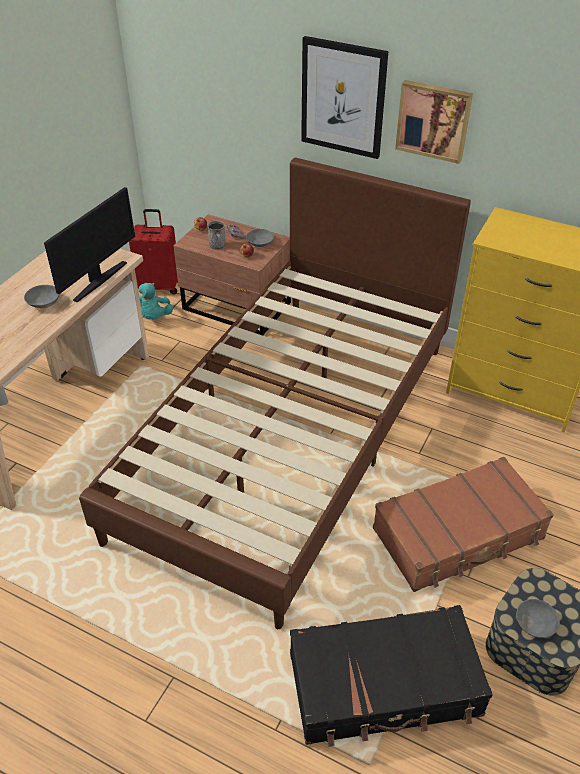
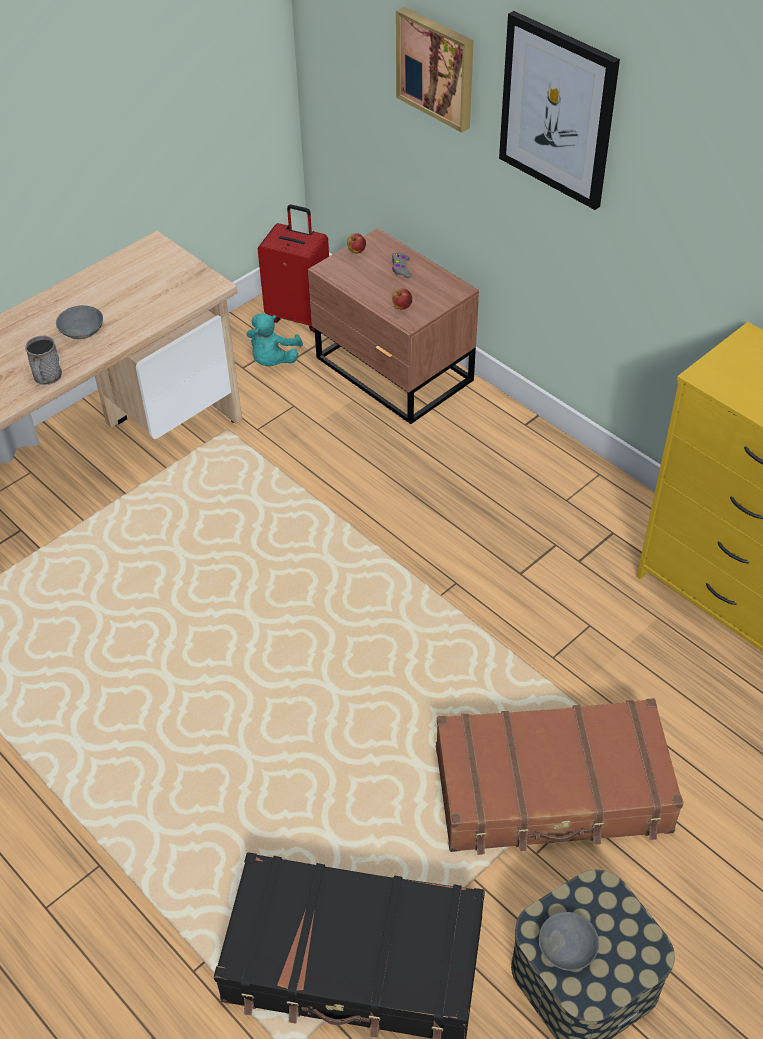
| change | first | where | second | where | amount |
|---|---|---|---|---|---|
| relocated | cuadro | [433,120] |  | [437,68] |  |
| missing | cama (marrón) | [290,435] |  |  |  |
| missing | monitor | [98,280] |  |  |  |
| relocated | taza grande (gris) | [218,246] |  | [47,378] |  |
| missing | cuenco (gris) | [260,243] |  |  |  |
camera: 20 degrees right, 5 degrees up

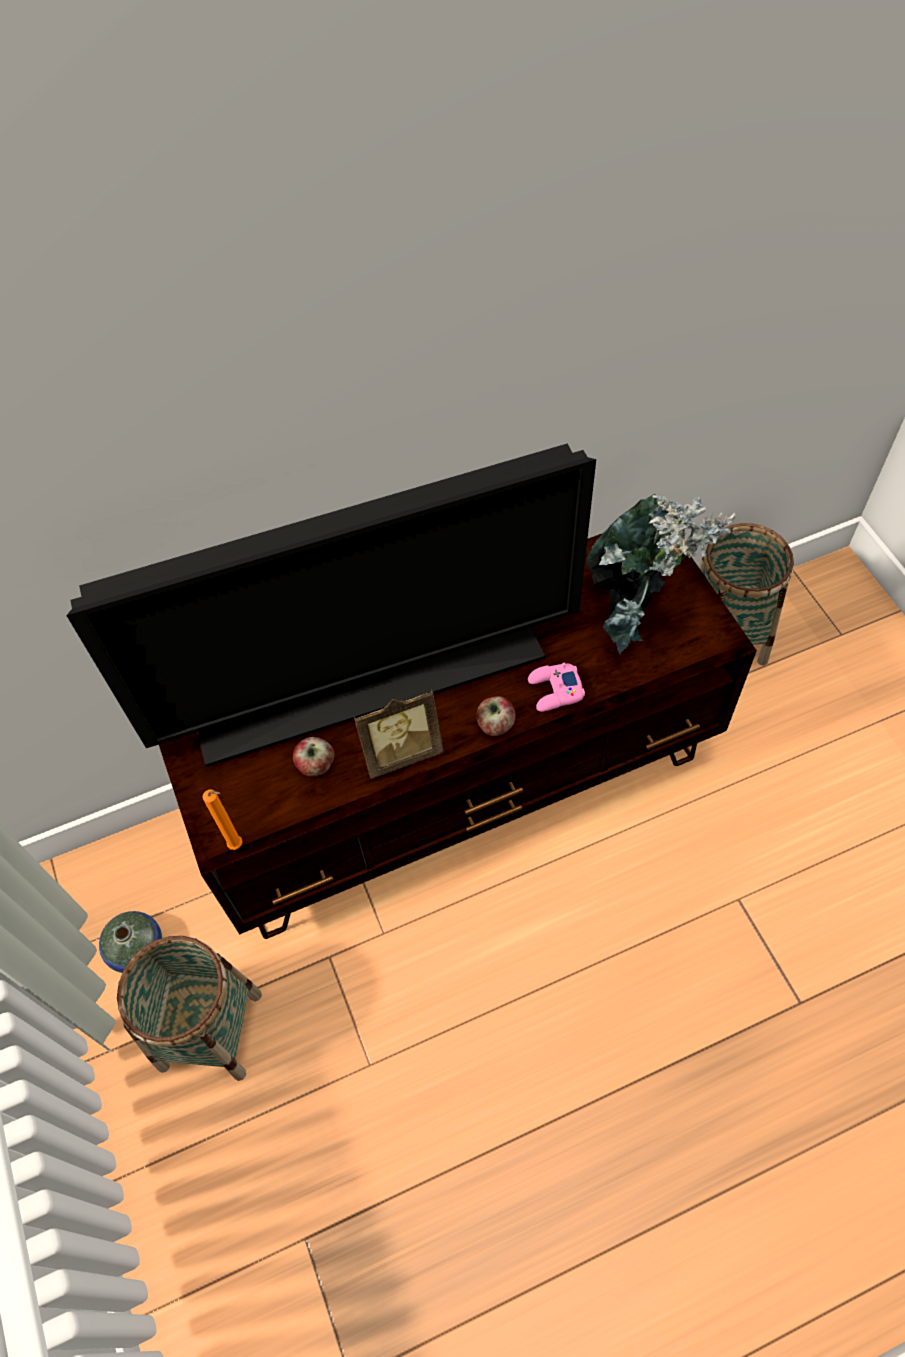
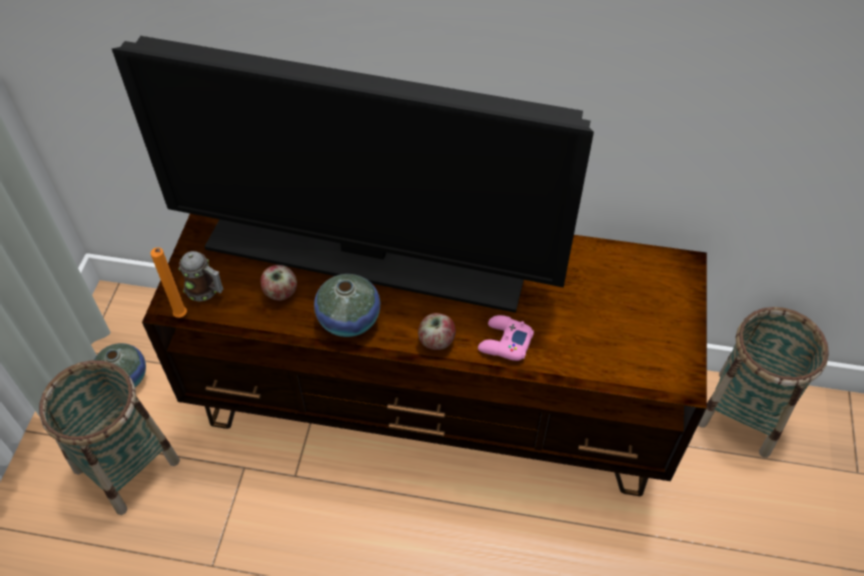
| change | first | where | second | where | amount |
|---|---|---|---|---|---|
| missing | planta en maceta | [634,612] |  |  |  |
| exchanged | portarretratos | [401,752] | florero | [349,319] |  |
| appeared |  |  | taza grande | [206,290] |  |
camera: 30 degrees right, 5 degrees down

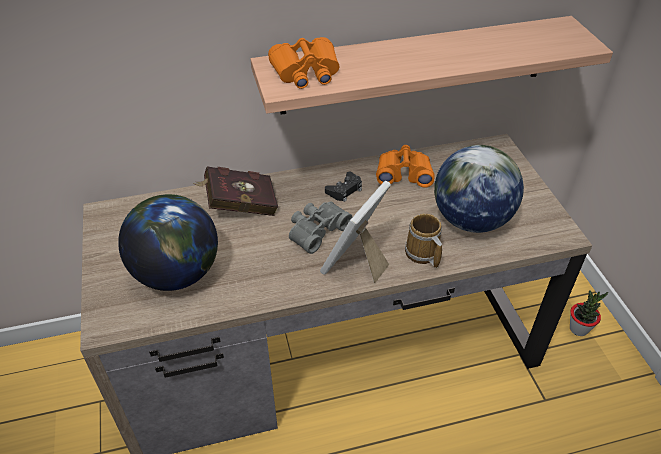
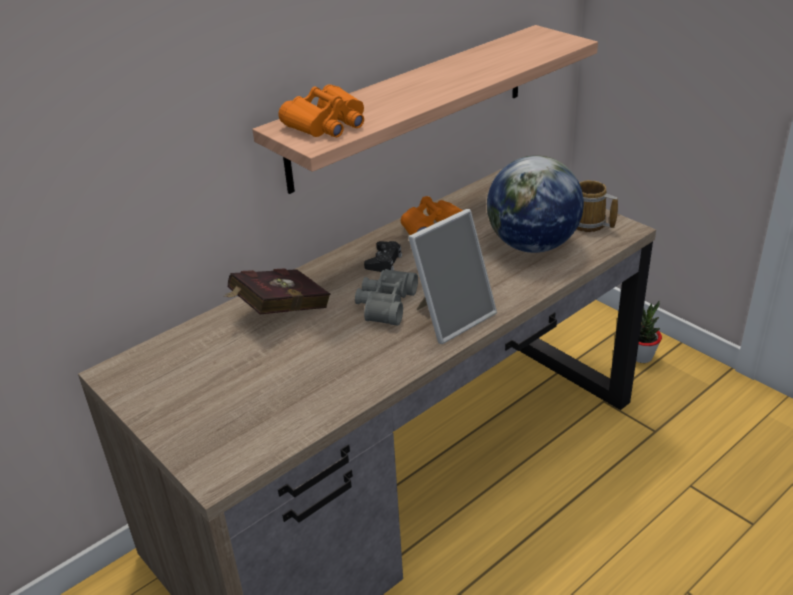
| change | first | where | second | where | amount |
|---|---|---|---|---|---|
| spun | portarretratos | [356,263] |  | [451,317] | 135 degrees counterclockwise |
| missing | globo terráqueo | [177,273] |  |  |  |
| relocated | taza grande | [422,254] |  | [589,224] |  |
camera: 25 degrees left, 10 degrees down

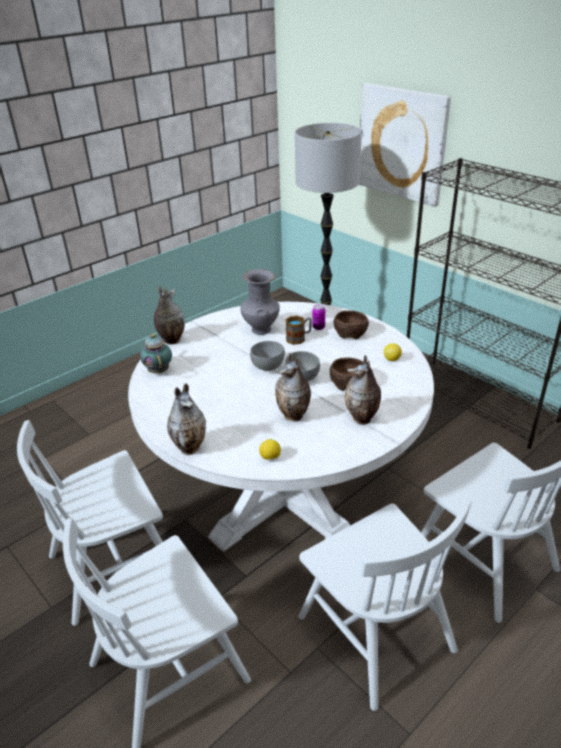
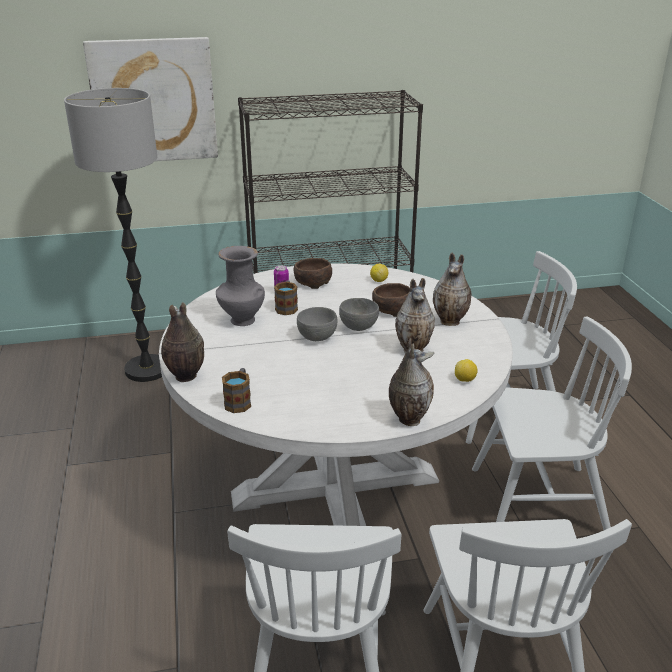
| change | first | where | second | where | amount |
|---|---|---|---|---|---|
| exchanged | tetera | [158,370] | taza grande | [239,401] |  |
camera: 60 degrees left, 5 degrees down

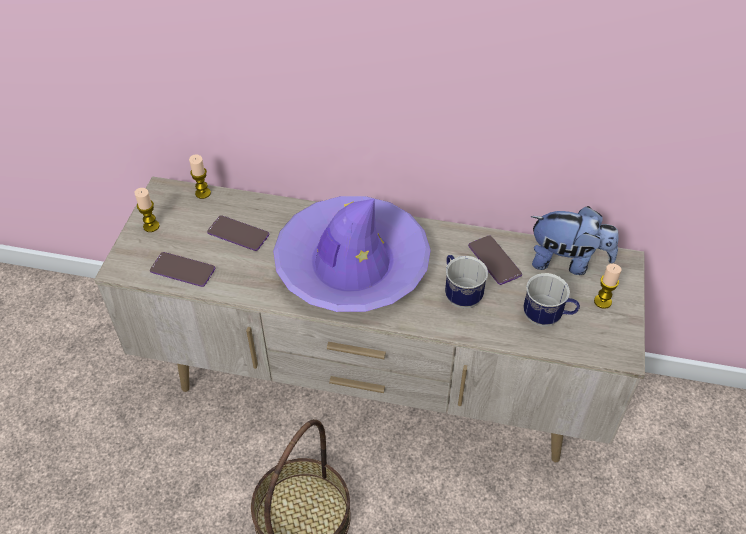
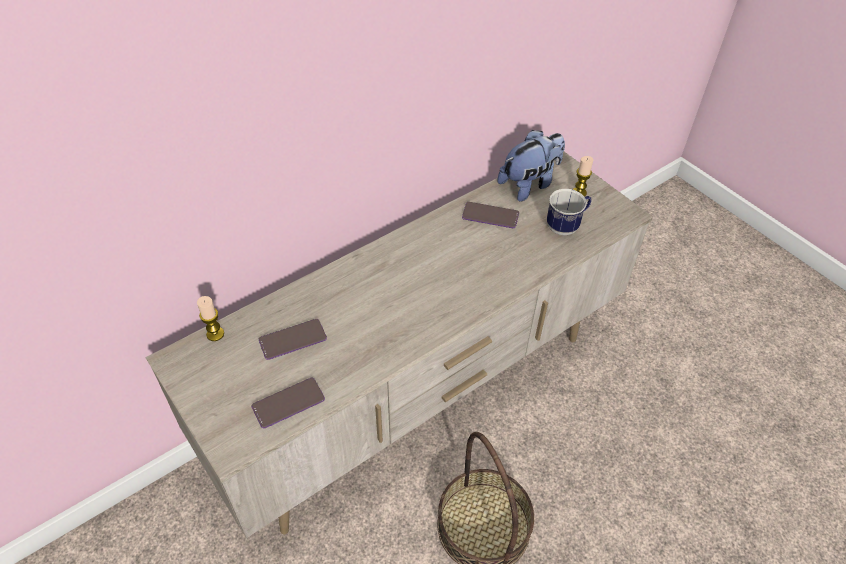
| change | first | where | second | where | amount |
|---|---|---|---|---|---|
| missing | vela | [151,226] |  |  |  |
| missing | sombrero (morado) | [352,265] |  |  |  |
| missing | taza grande | [460,294] |  |  |  |
camera: 50 degrees left, 0 degrees up

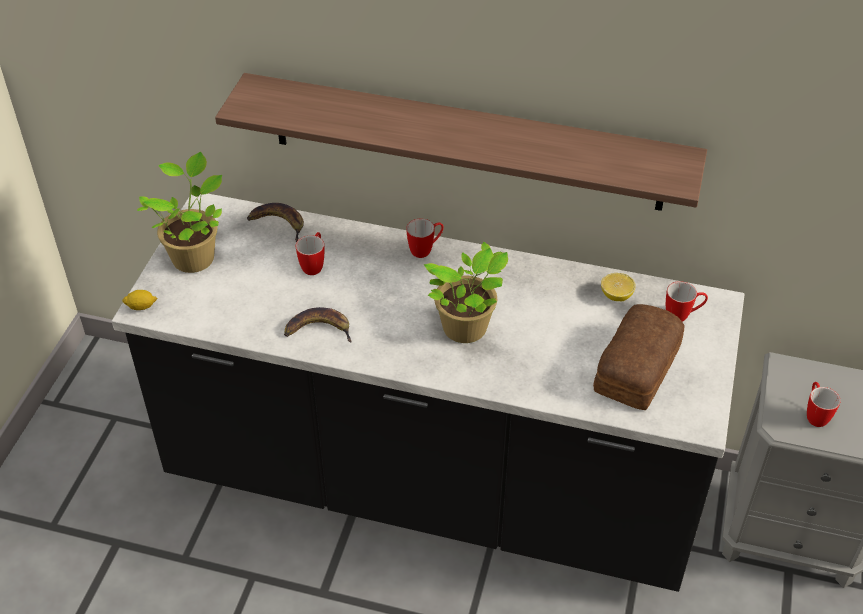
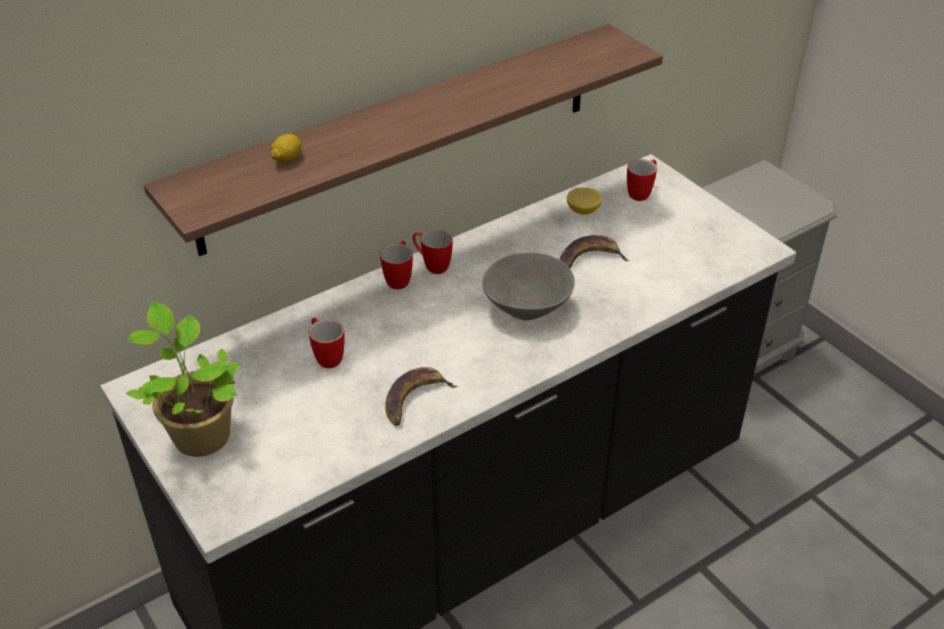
| change | first | where | second | where | amount |
|---|---|---|---|---|---|
| relocated | plátano | [279,223] |  | [588,259] |  |
| exchanged | planta en maceta | [467,330] | cuenco (gris) | [526,308] |  |
| relocated | limón | [141,306] |  | [287,159] |  |
| missing | pan | [635,368] |  |  |  |
| relocated | taza grande | [815,415] |  | [432,265] |  |
camera: 50 degrees left, 5 degrees down

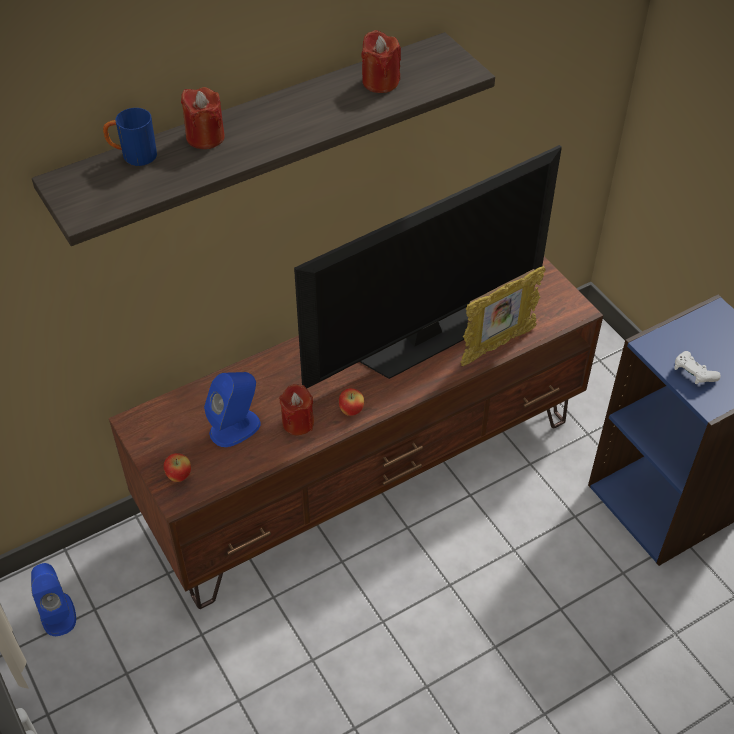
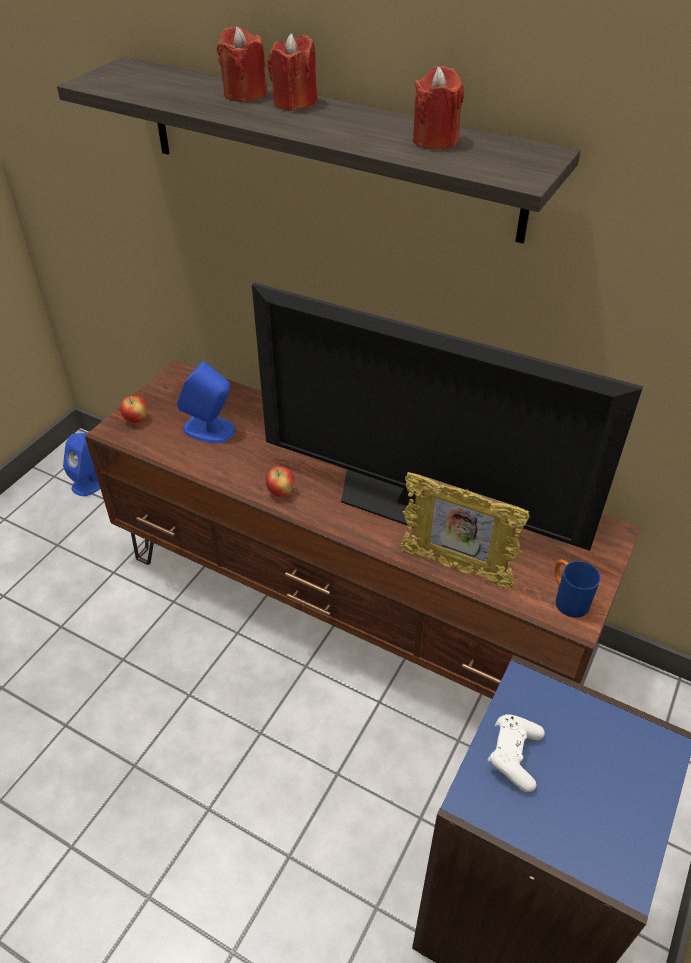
| change | first | where | second | where | amount |
|---|---|---|---|---|---|
| relocated | taza grande (azul) | [133,156] |  | [567,599] |  |
| relocated | vela (rojo) | [298,423] |  | [294,103] |  |
camera: 60 degrees right, 5 degrees down

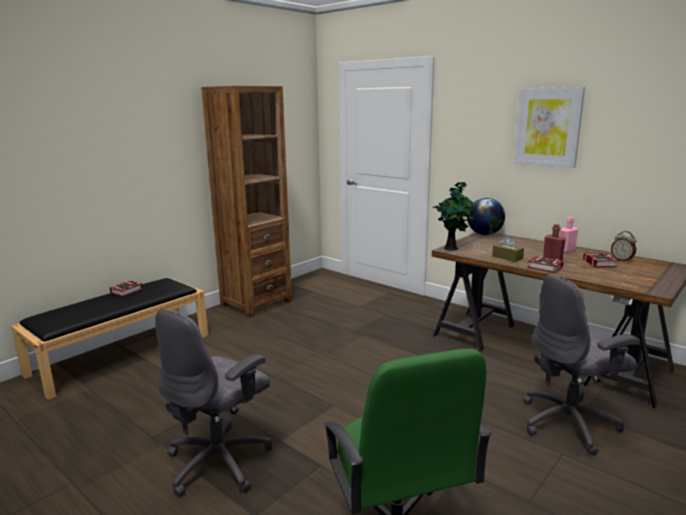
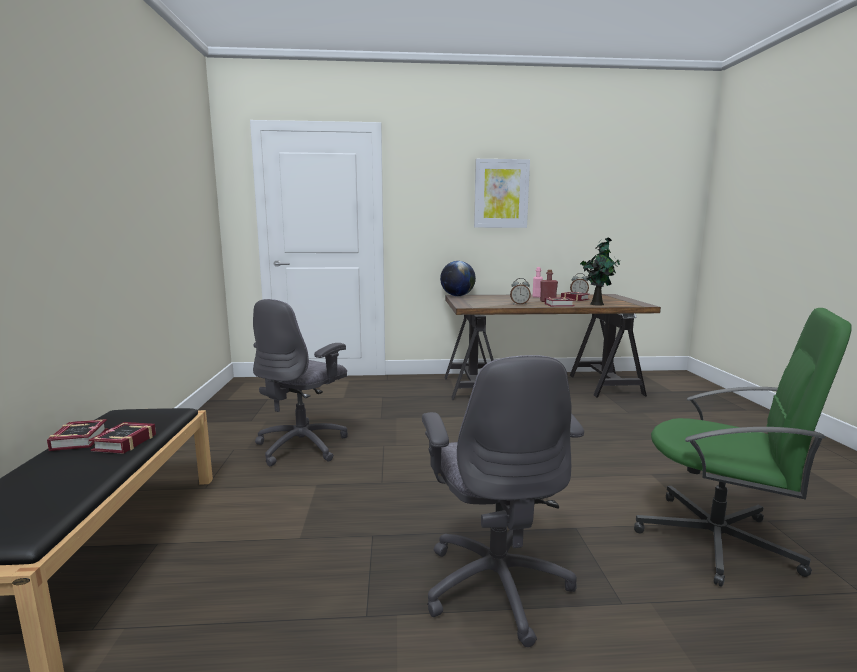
| change | first | where | second | where | amount |
|---|---|---|---|---|---|
| missing | estantería (marrón) | [256,303] |  |  |  |
| relocated | planta en maceta | [452,248] |  | [597,304] |  |
| exchanged | caja de pañuelos (marrón) | [507,257] | despertador | [519,304] |  |
| relocated | silla de oficina (gris) | [570,423] |  | [303,446] |  |
| appeared |  |  | libro | [121,443] |  |
camera: 45 degrees left, 5 degrees down

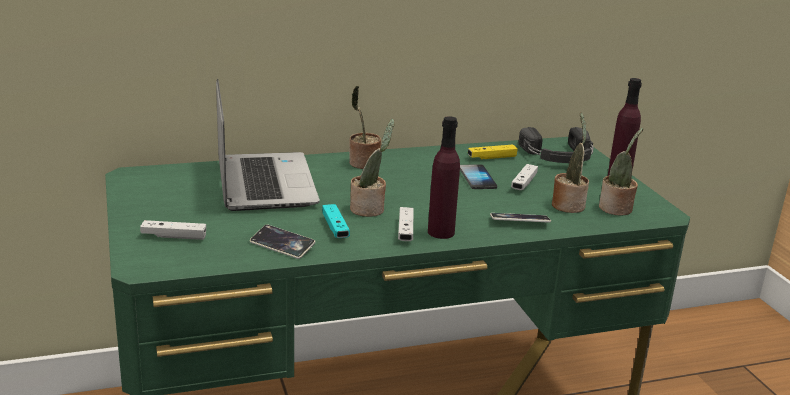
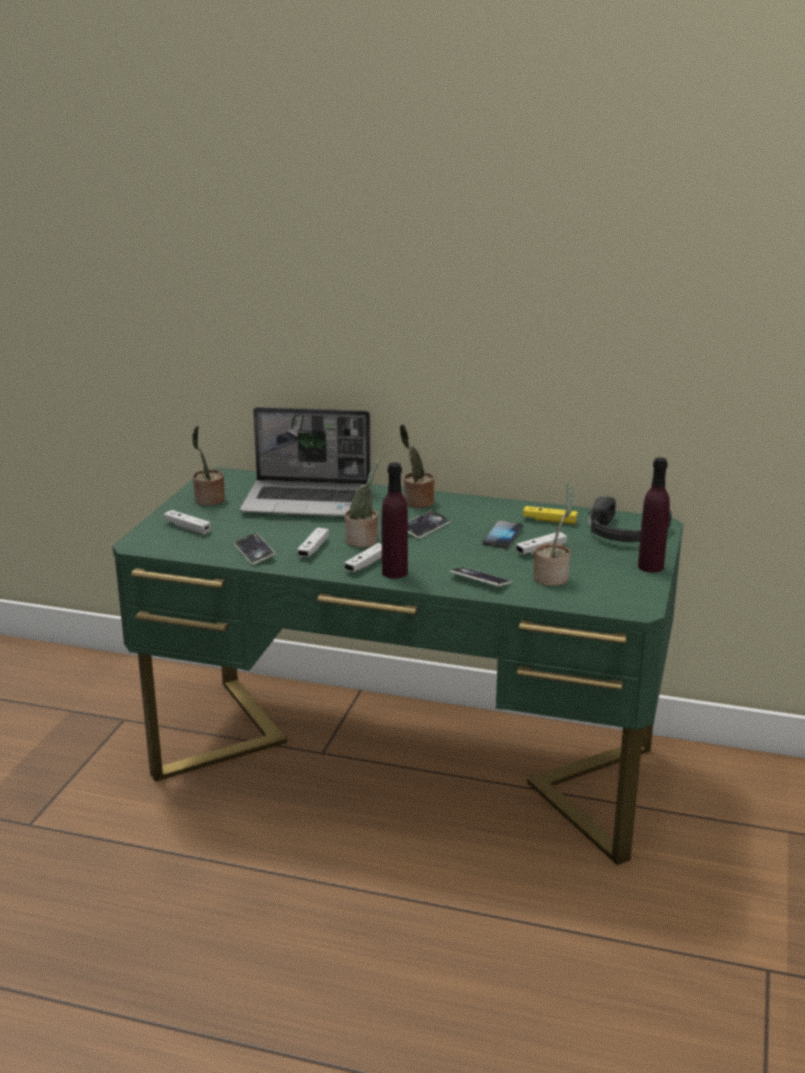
| change | first | where | second | where | amount |
|---|---|---|---|---|---|
| spun | portátil | [263,183] |  | [309,501] | 75 degrees clockwise |
| relocated | planta en maceta | [616,209] |  | [208,500] |  |
| colour | mando de consola (turquesa) | [335,228] | mando de consola (blanco) | [313,549] |  |
| appeared |  |  | móvil | [425,527] |  |
camera: 35 degrees right, 0 degrees up

